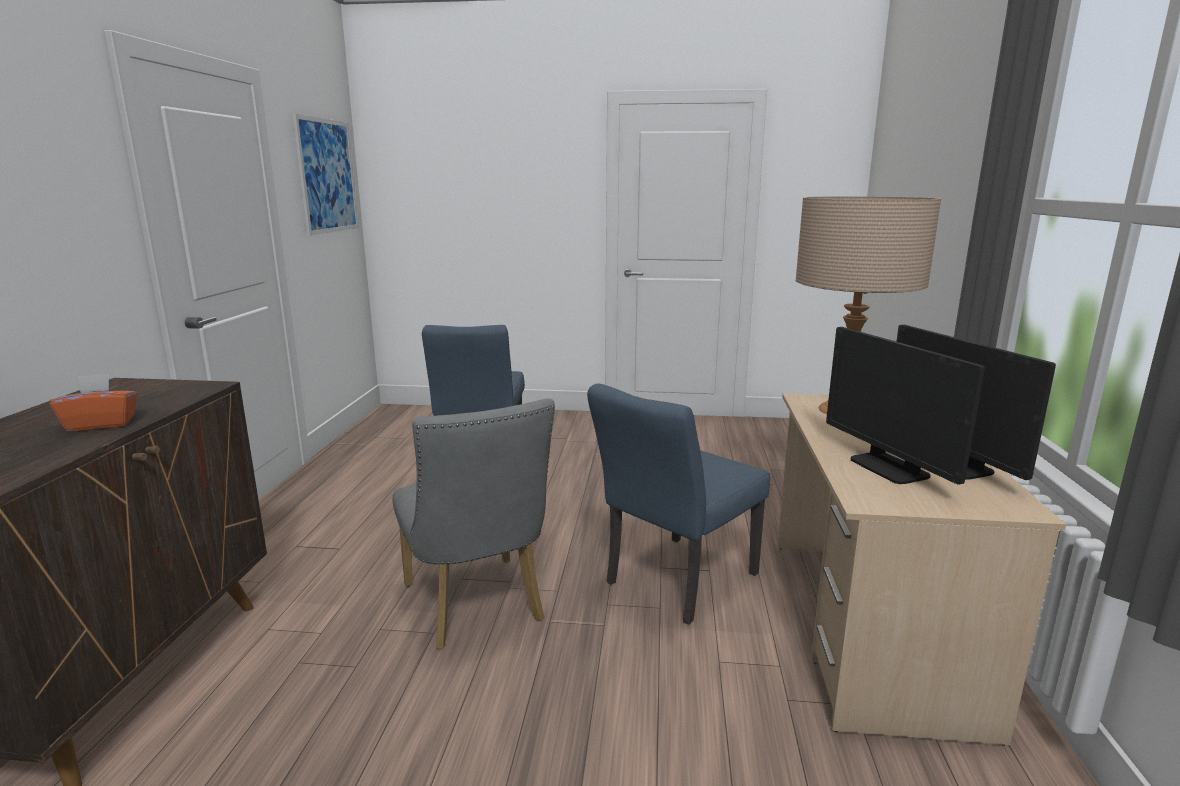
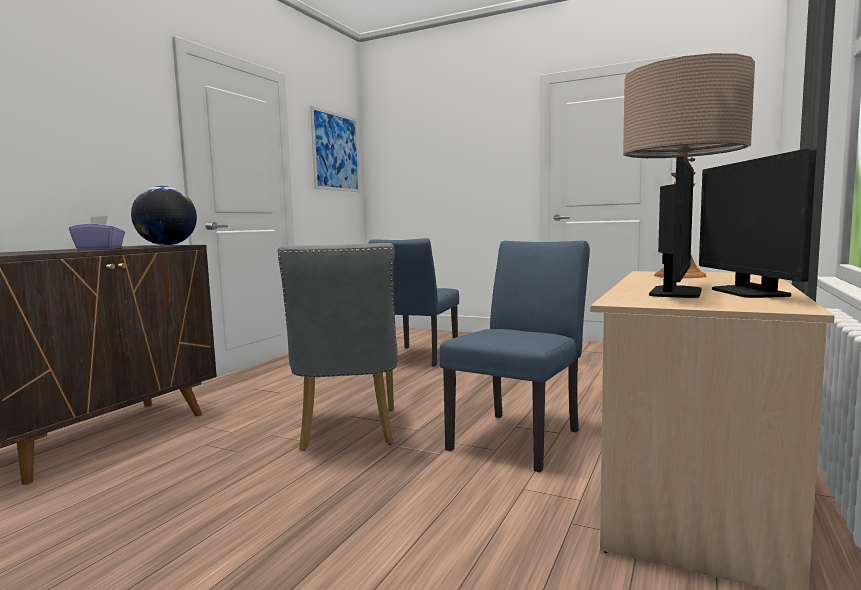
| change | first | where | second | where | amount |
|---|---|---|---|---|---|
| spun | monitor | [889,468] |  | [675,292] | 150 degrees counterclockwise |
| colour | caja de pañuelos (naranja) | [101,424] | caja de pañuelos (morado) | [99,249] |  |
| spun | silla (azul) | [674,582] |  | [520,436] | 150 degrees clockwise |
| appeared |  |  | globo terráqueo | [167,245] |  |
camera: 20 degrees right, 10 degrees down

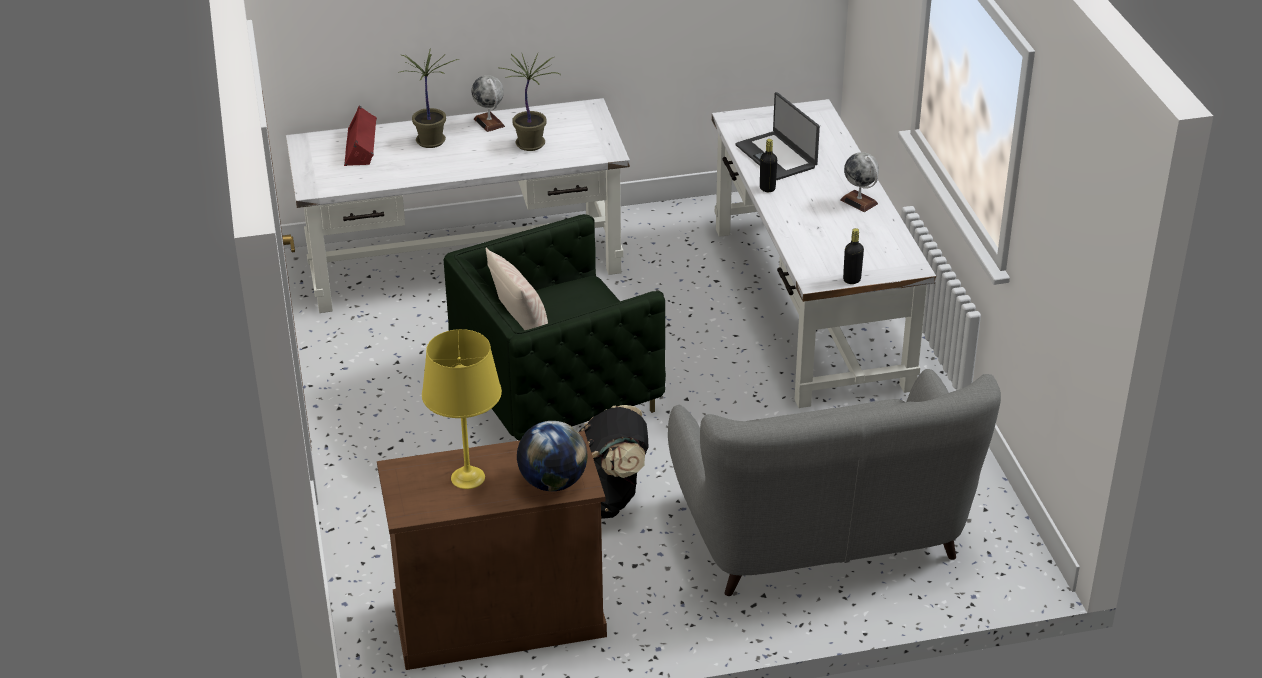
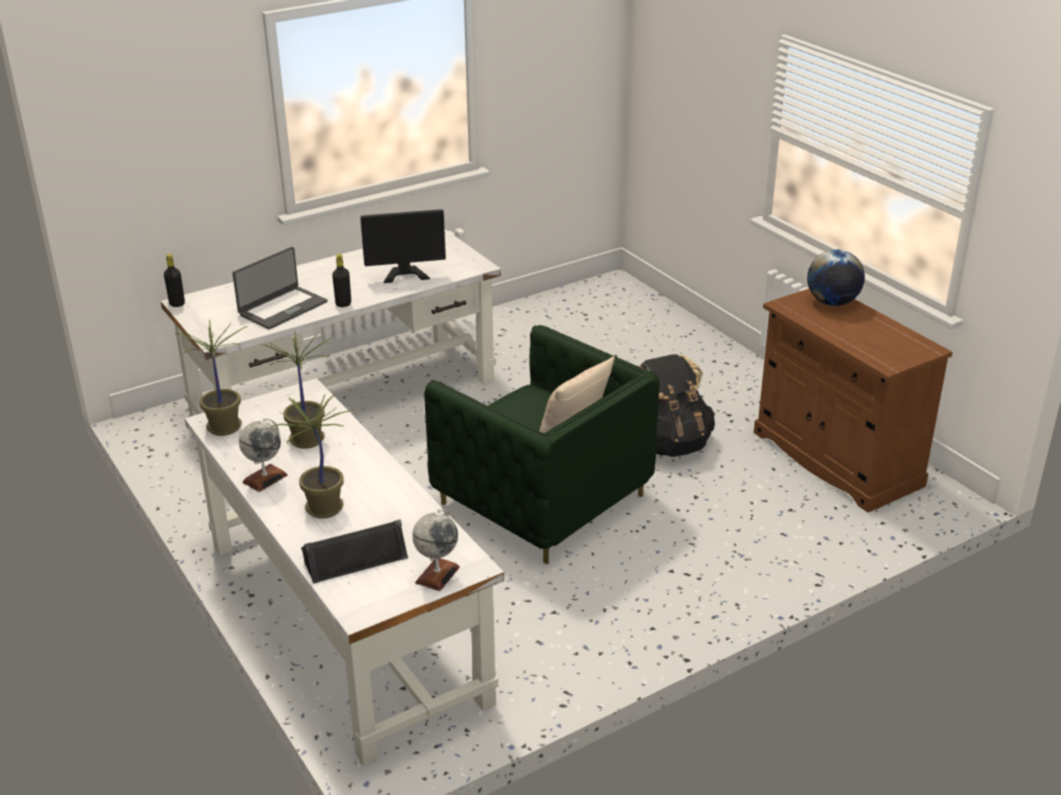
| change | first | where | second | where | amount |
|---|---|---|---|---|---|
| colour | altavoz (rojo) | [362,146] | altavoz (negro) | [355,557] |  |
| relocated | globo terráqueo | [859,202] |  | [437,574] |  |
| relocated | botella (negro) | [852,280] |  | [177,304] |  |
| missing | lámpara de mesa (amarillo) | [467,478] |  |  |  |
| missing | sofá (gris) | [822,533] |  |  |  |
| appeared |  |  | monitor | [404,269] |  |
| appeared |  |  | planta en maceta | [223,427] |  |
camera: 110 degrees left, 5 degrees down

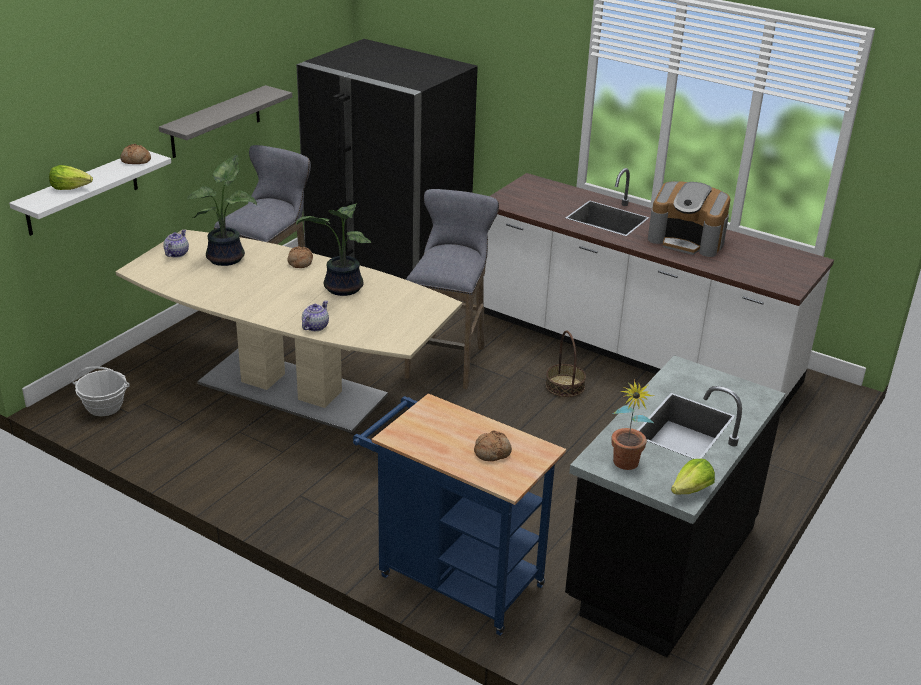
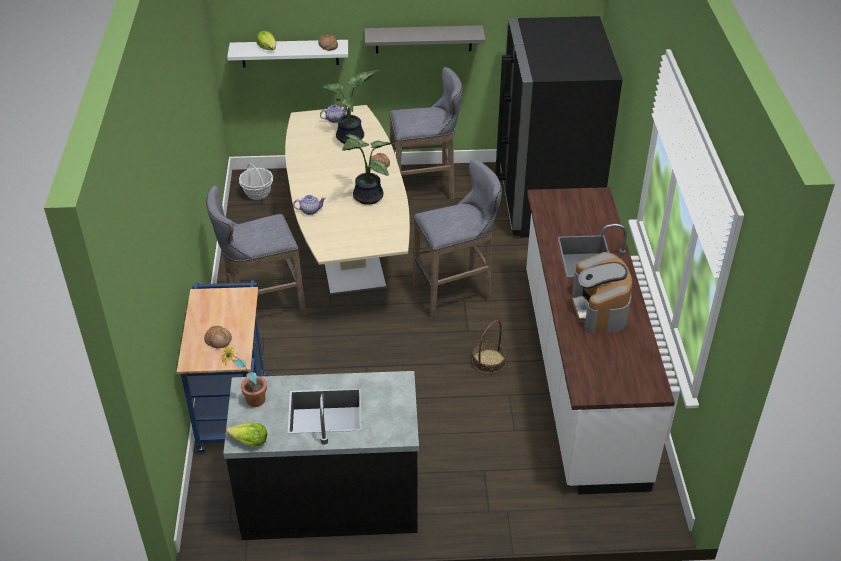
| change | first | where | second | where | amount |
|---|---|---|---|---|---|
| appeared |  |  | taburete (gris) | [263,308] |  |
camera: 55 degrees right, 10 degrees up

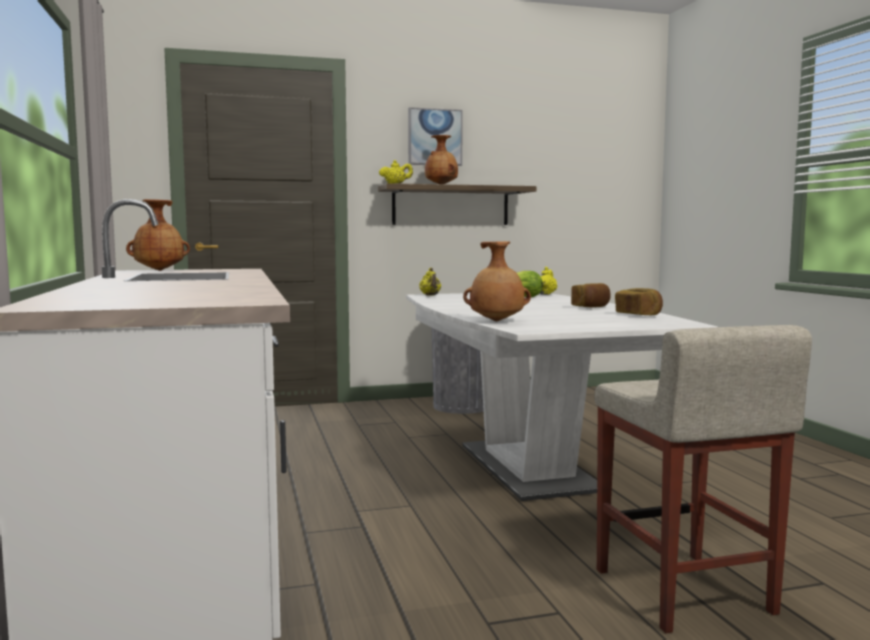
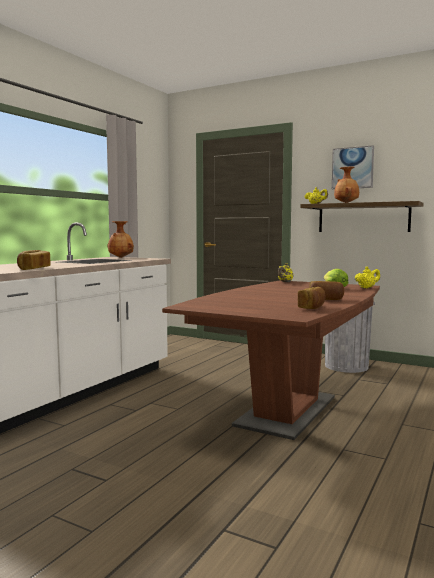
| change | first | where | second | where | amount |
|---|---|---|---|---|---|
| missing | florero (marrón) | [497,321] |  |  |  |
| colour | mesa de comedor (blanco) | [528,468] | mesa de comedor (marrón) | [287,411] |  |
| missing | taburete (beis) | [683,592] |  |  |  |
| appeared |  |  | pan | [33,269] |  |
camera: 45 degrees right, 0 degrees up

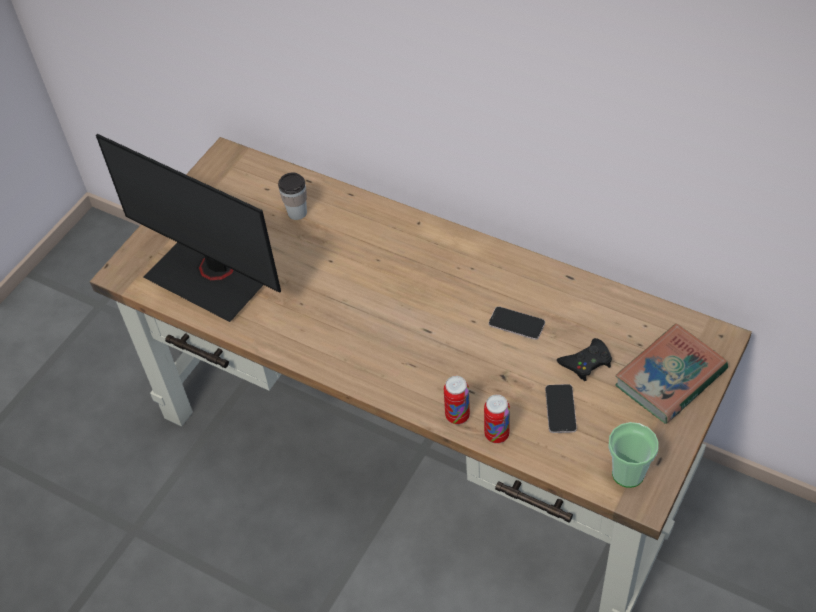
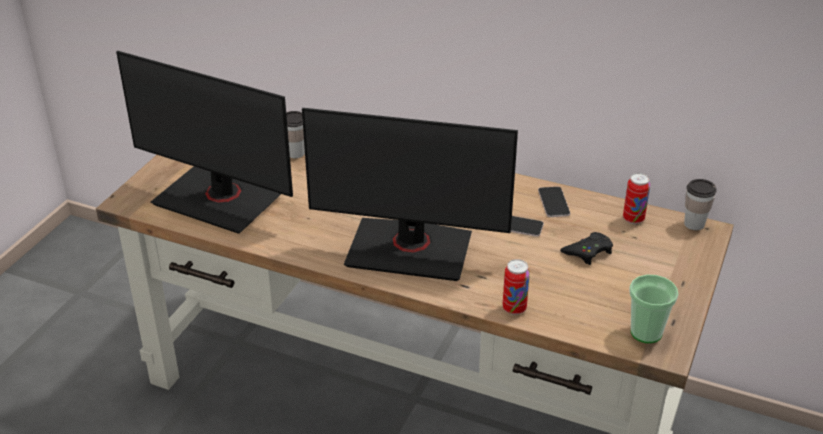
| change | first | where | second | where | amount |
|---|---|---|---|---|---|
| missing | libro | [670,378] |  |  |  |
| relocated | lata | [457,416] |  | [633,219] |  |
| relocated | móvil | [560,409] |  | [553,202] |  |
| appeared |  |  | monitor | [409,249] |  |
| appeared |  |  | taza | [694,224] |  |
camera: 10 degrees left, 15 degrees down

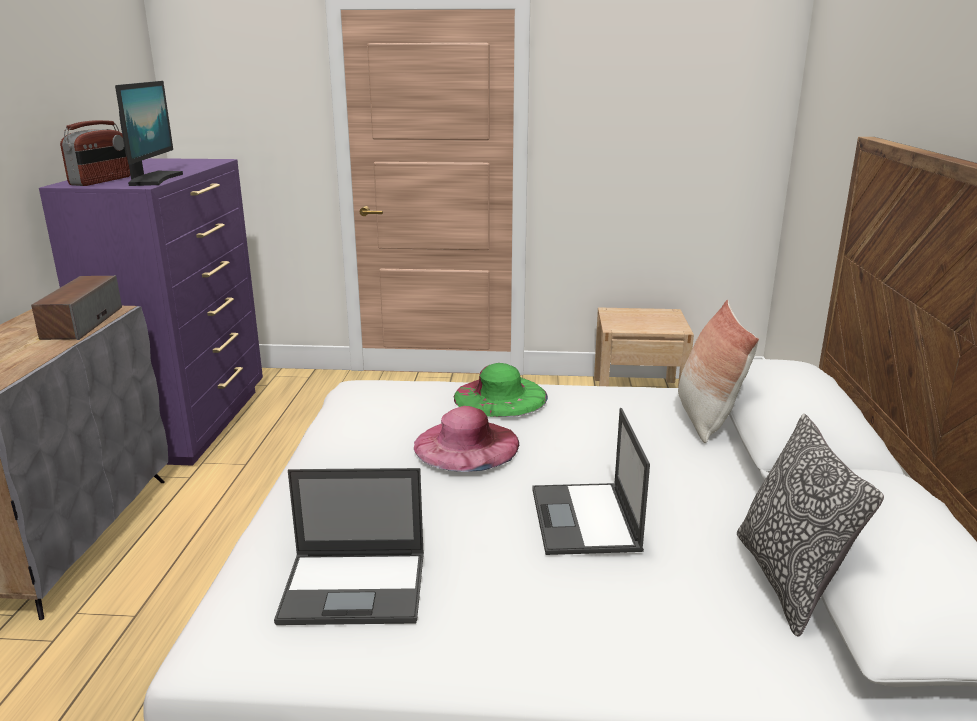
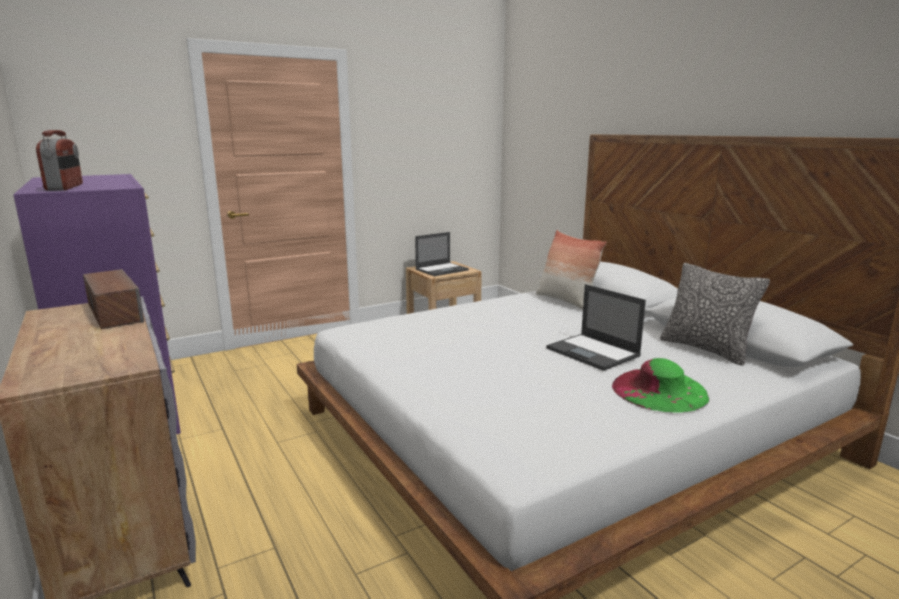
| change | first | where | second | where | amount |
|---|---|---|---|---|---|
| missing | monitor | [153,179] |  |  |  |
| relocated | sombrero (verde) | [500,396] |  | [659,390] |  |
| missing | sombrero (rosa) | [466,444] |  |  |  |
| relocated | portátil | [356,587] |  | [442,269] |  |
camera: 35 degrees left, 5 degrees down

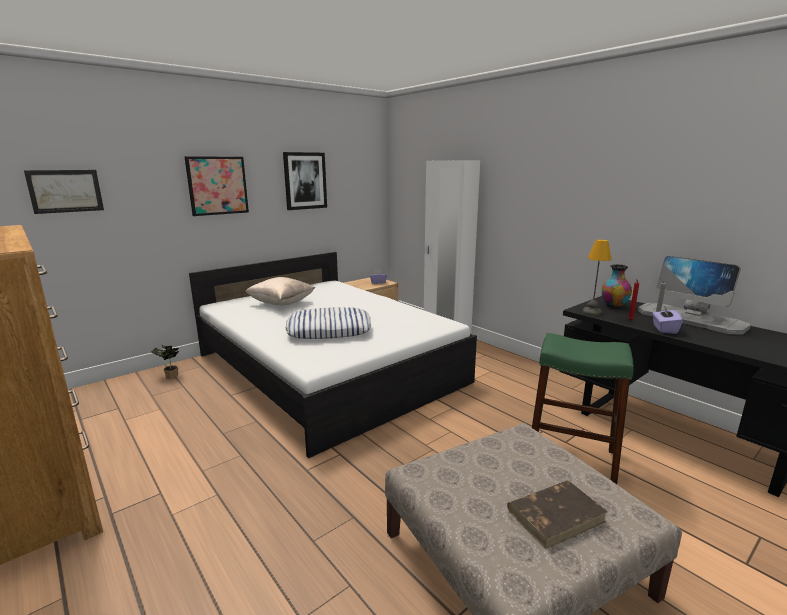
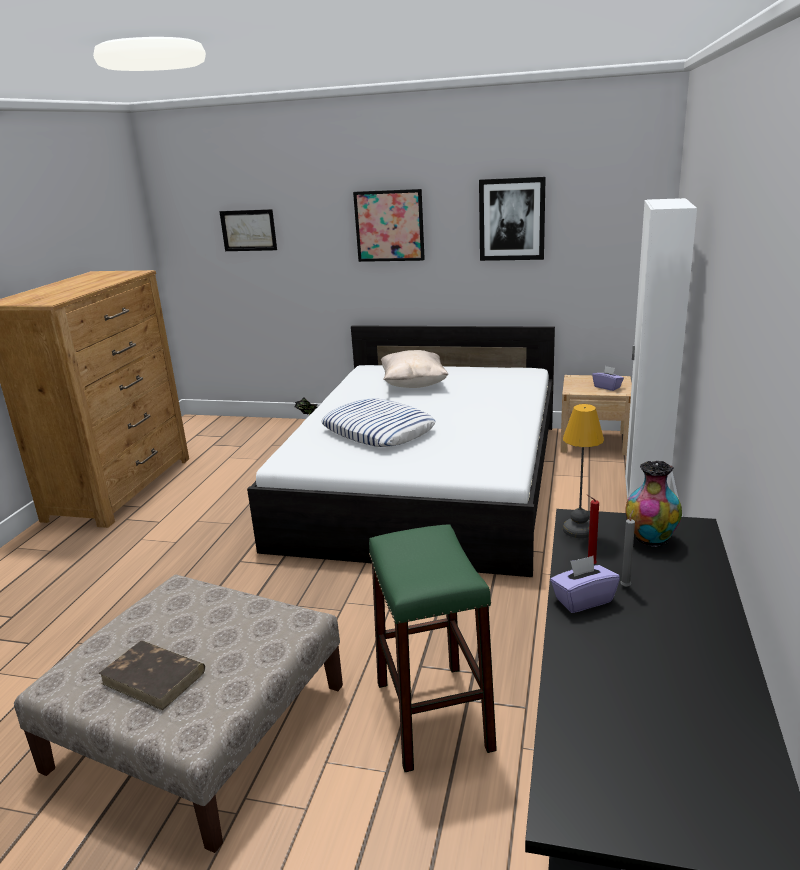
| change | first | where | second | where | amount |
|---|---|---|---|---|---|
| missing | monitor | [691,319] |  |  |  |
camera: 55 degrees right, 5 degrees up

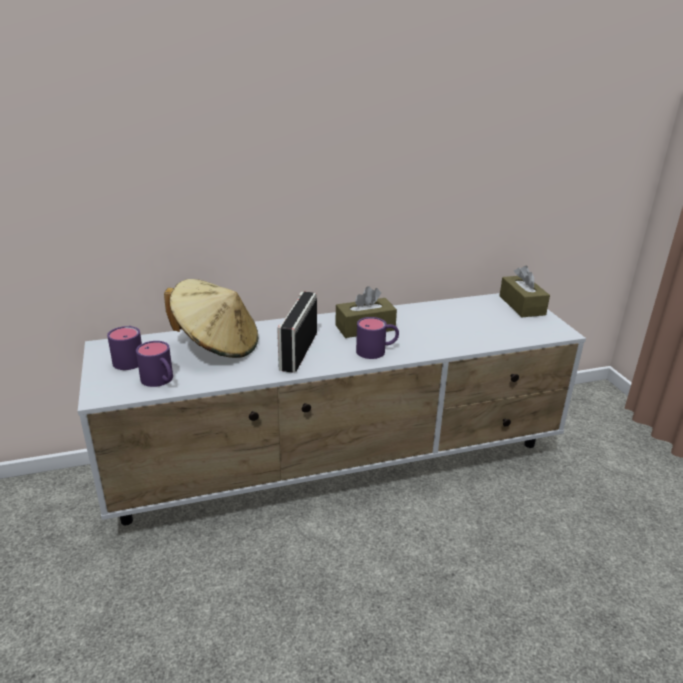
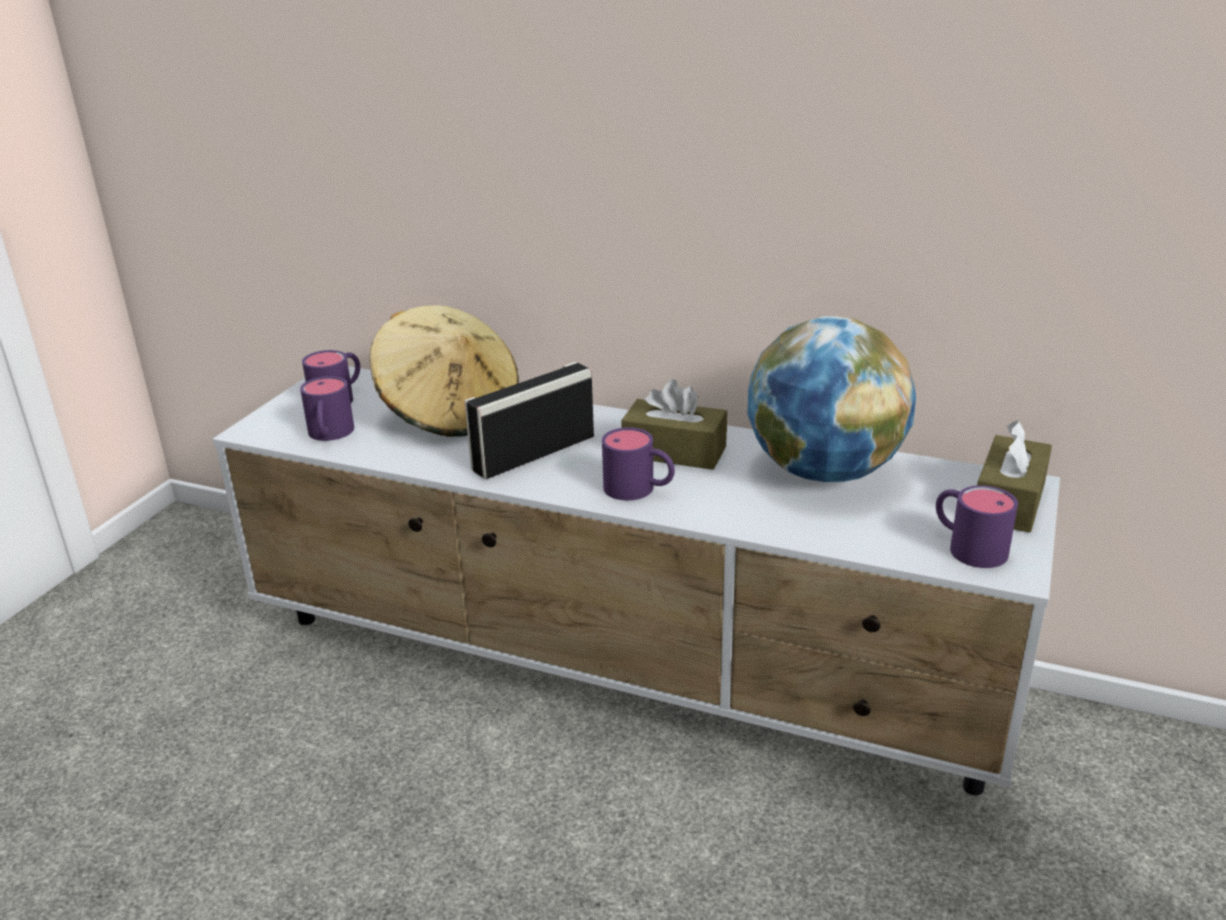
| change | first | where | second | where | amount |
|---|---|---|---|---|---|
| appeared |  |  | globo terráqueo | [823,472] |  |
| appeared |  |  | taza grande (morado) | [967,546] |  |
camera: 40 degrees right, 0 degrees up

